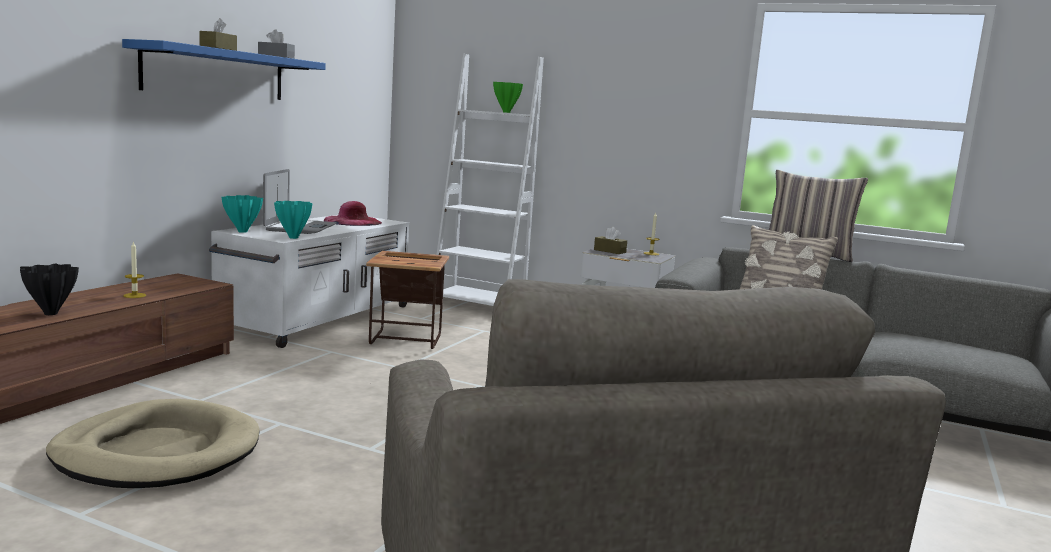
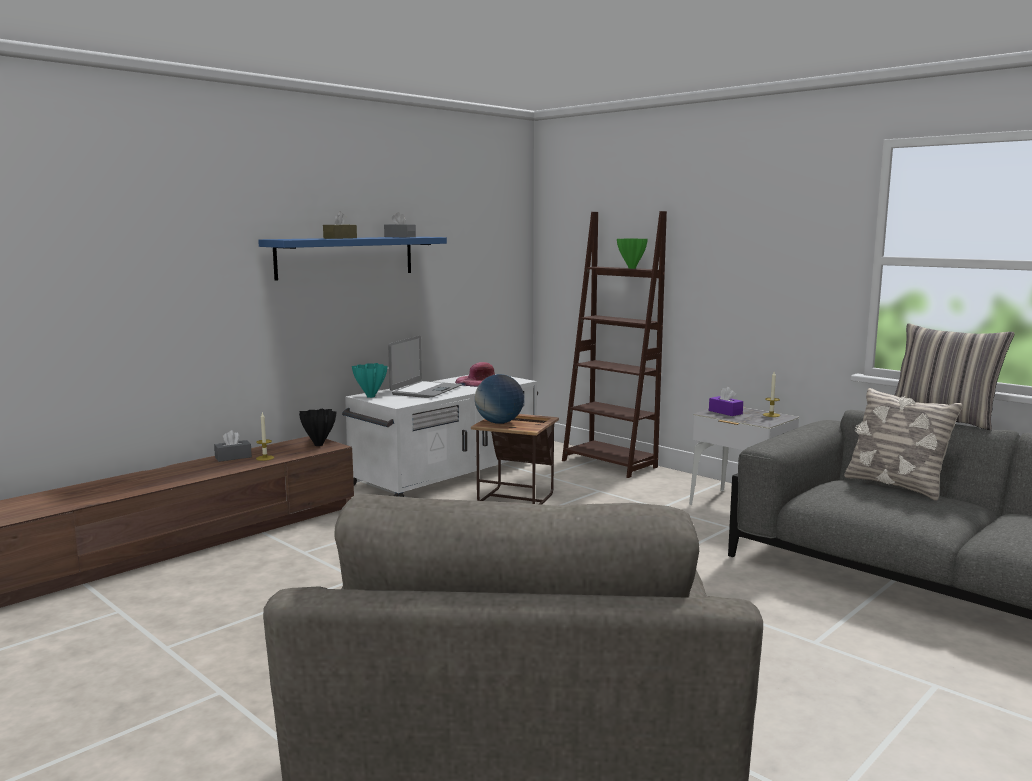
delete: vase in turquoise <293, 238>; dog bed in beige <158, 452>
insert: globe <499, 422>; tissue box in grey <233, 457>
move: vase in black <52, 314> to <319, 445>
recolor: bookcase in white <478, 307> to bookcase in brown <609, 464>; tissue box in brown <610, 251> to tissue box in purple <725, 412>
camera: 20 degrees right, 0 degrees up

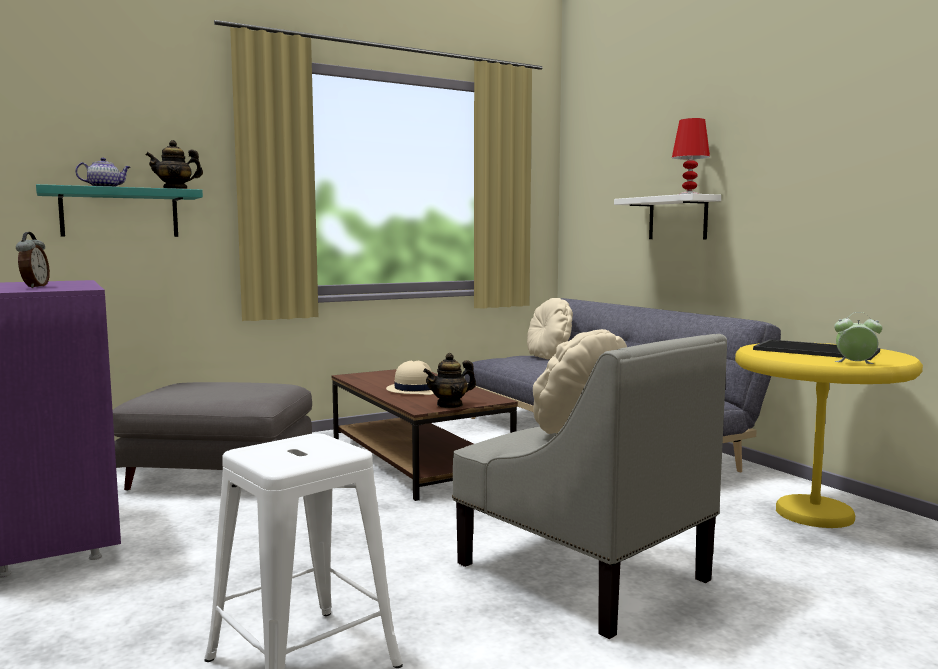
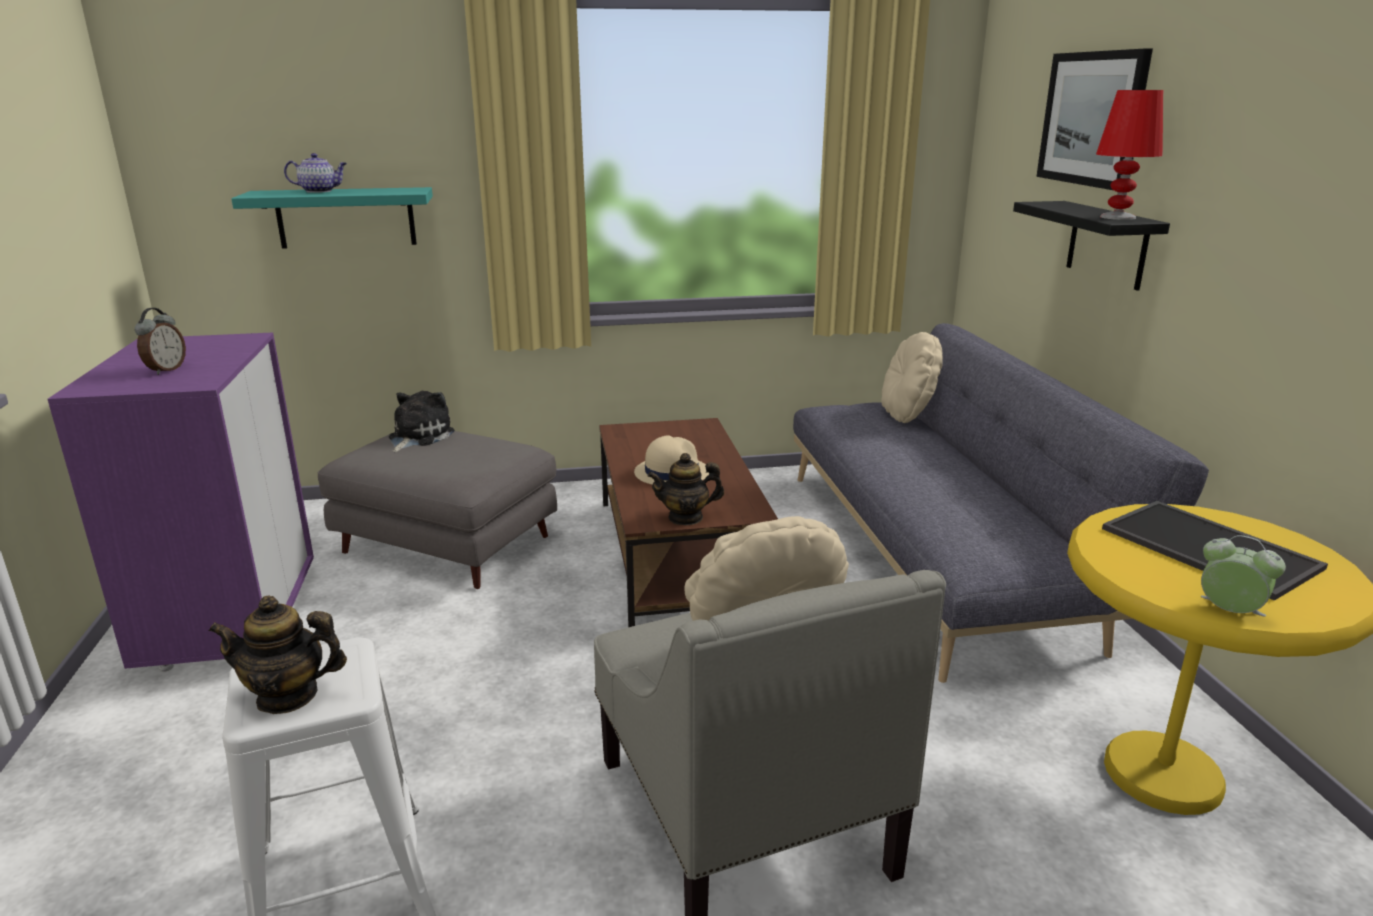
insert: picture <1092, 119>; plush toy <418, 437>
move: teapot <175, 189> to <288, 696>
recolor: shelf in white <677, 218> to shelf in black <1107, 244>
camera: 20 degrees right, 15 degrees up

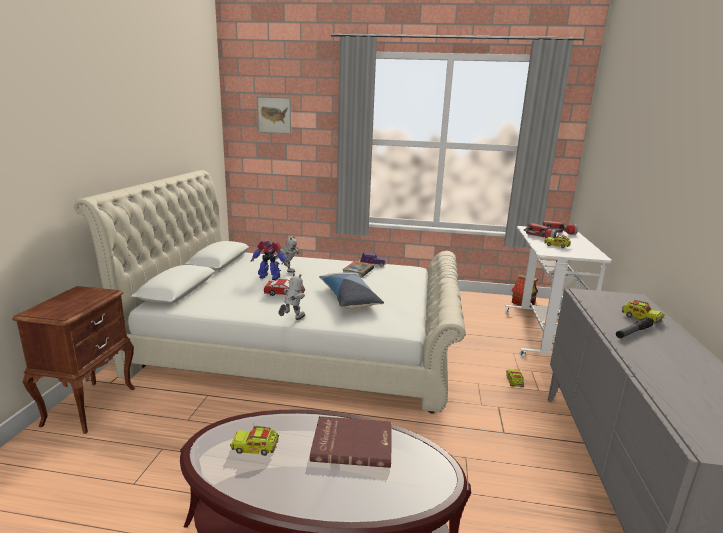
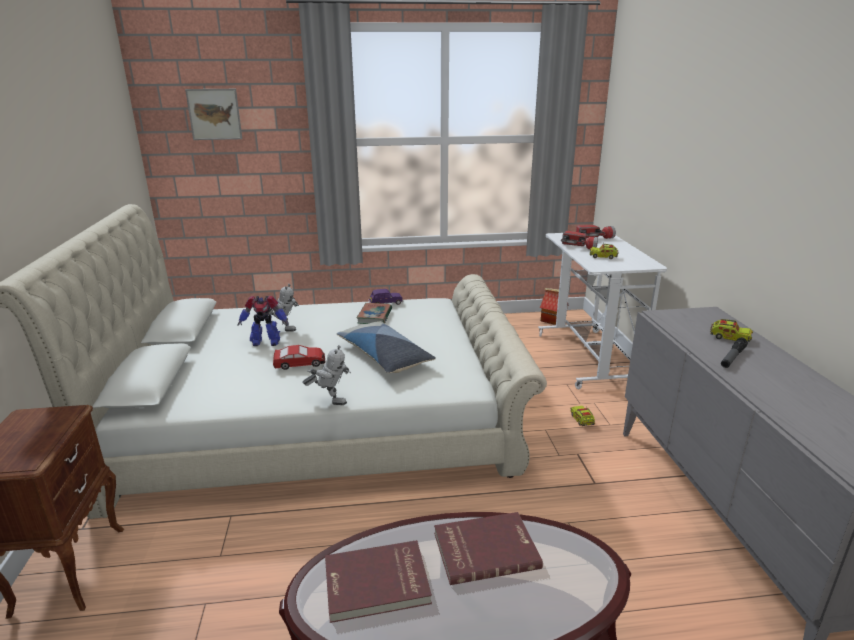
replace: toy truck <255, 447> to book in red <376, 584>
rotate: toy robot <292, 320> = <330, 400> 90 degrees clockwise
camera: 15 degrees left, 5 degrees up

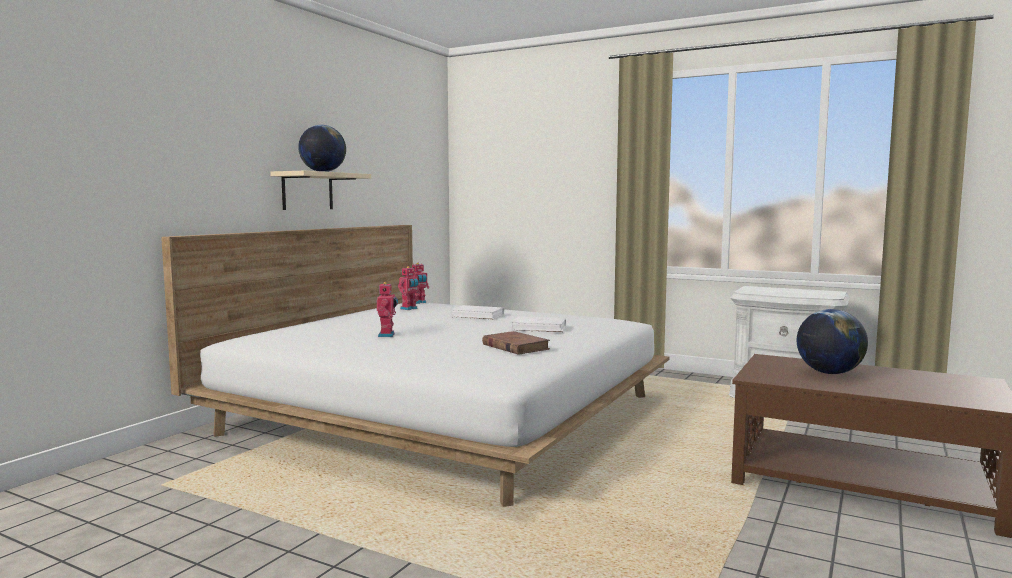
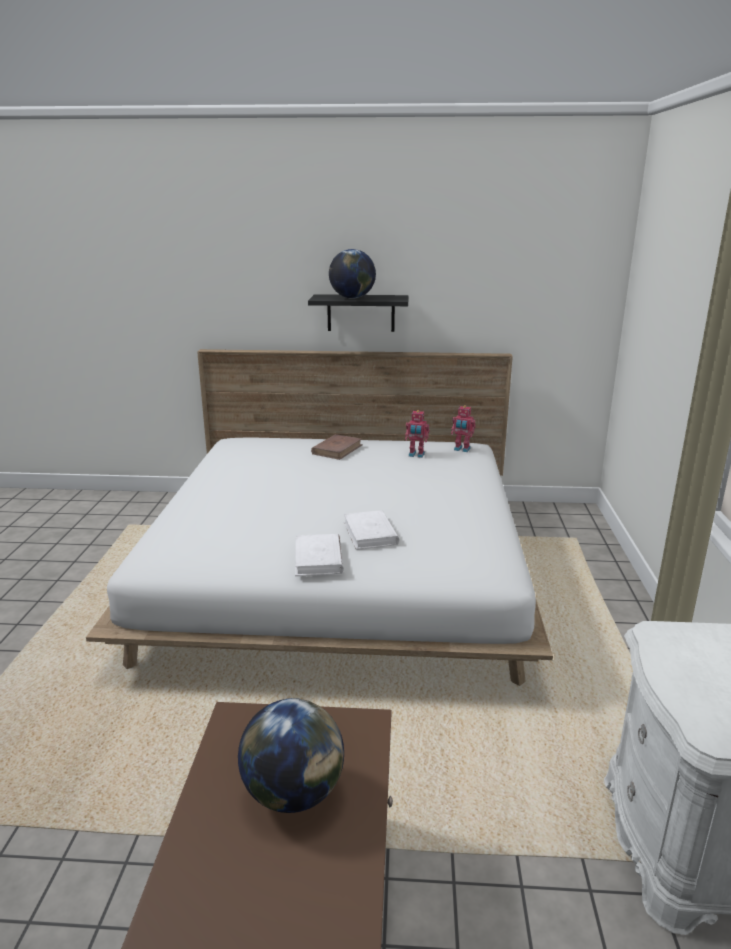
delete: toy robot <387, 335>
move: book in white <477, 315> to <318, 559>; book in brown <515, 347> to <337, 449>
recolor: shelf in beige <307, 191> to shelf in black <361, 313>
camera: 65 degrees right, 15 degrees up

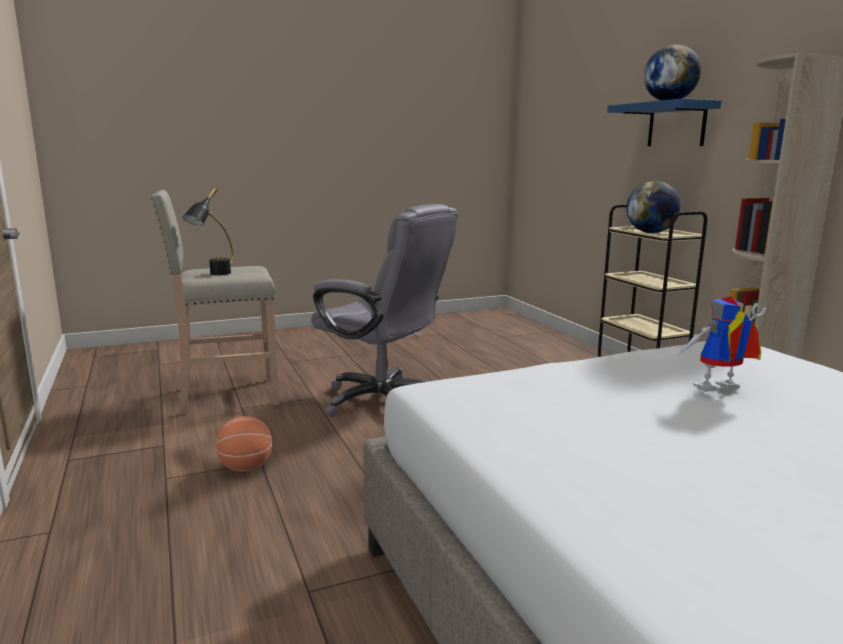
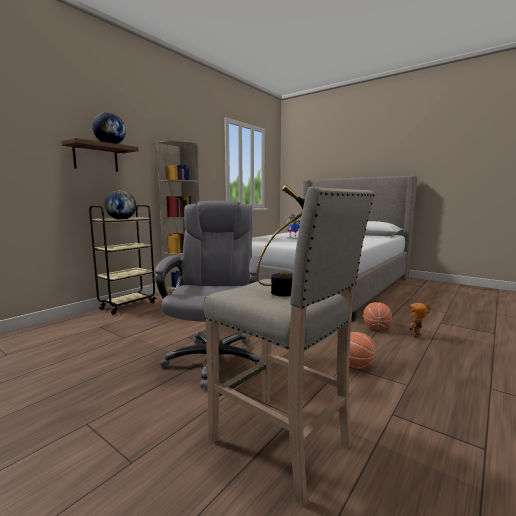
insert: basketball <376, 328>; toy robot <418, 336>
recolor: shelf in blue <676, 125> to shelf in brown <96, 157>
camera: 120 degrees left, 5 degrees down

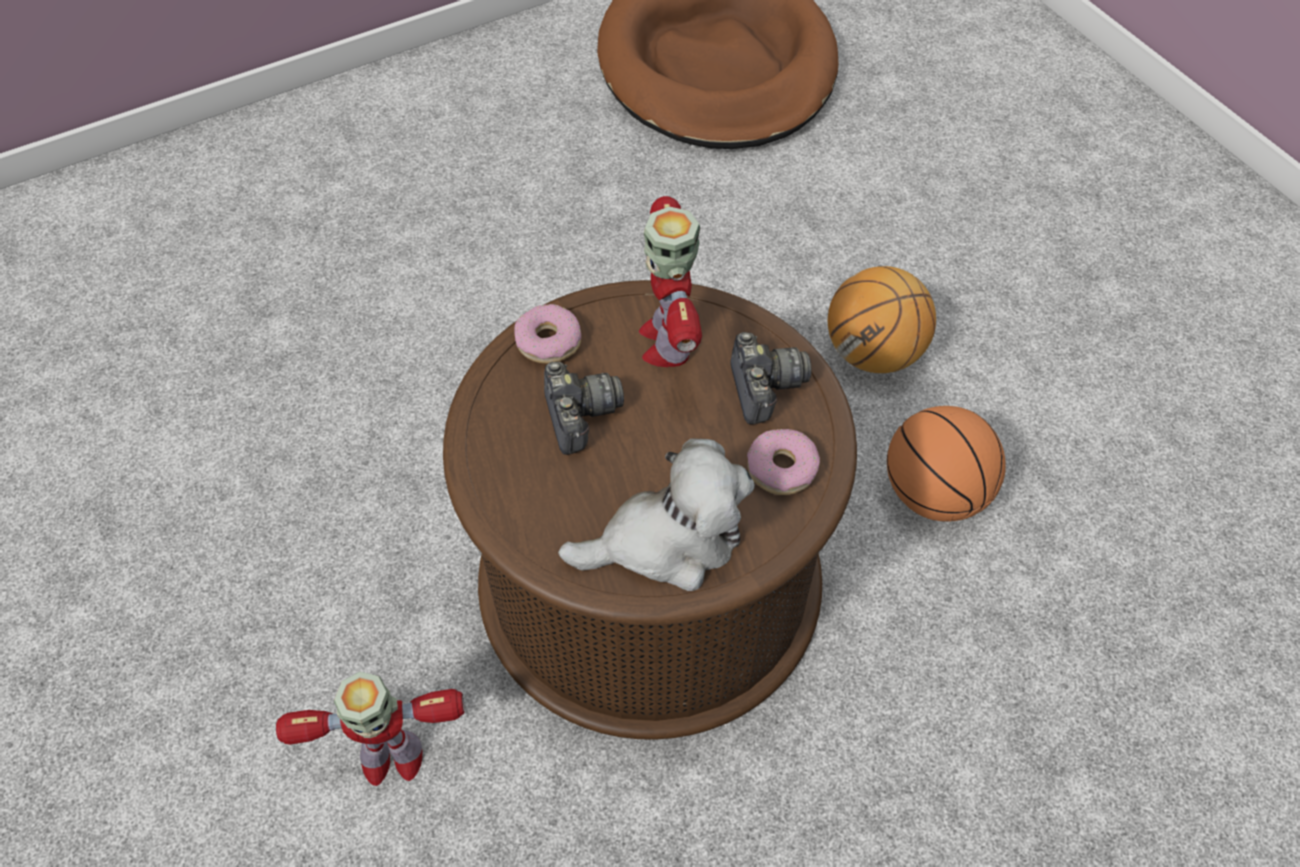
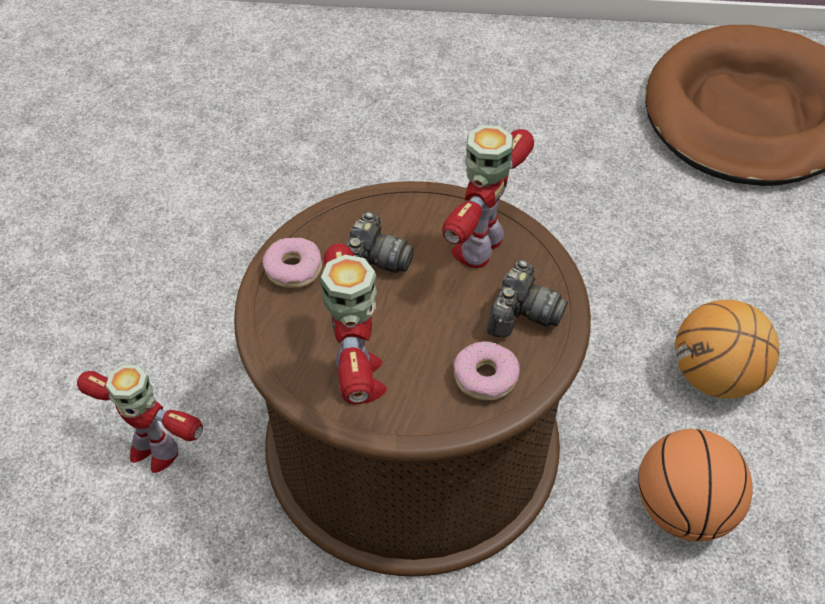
move: donut <548, 341> to <294, 269>
replace: plush toy <667, 541> to toy robot <358, 379>
camera: 35 degrees right, 5 degrees down

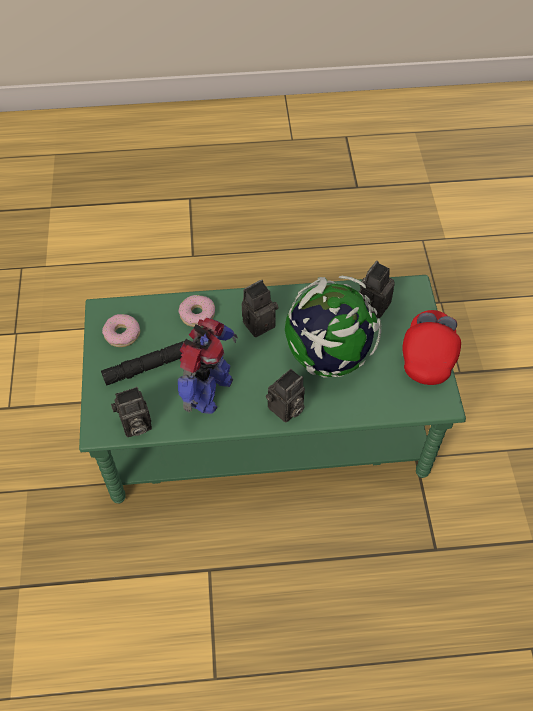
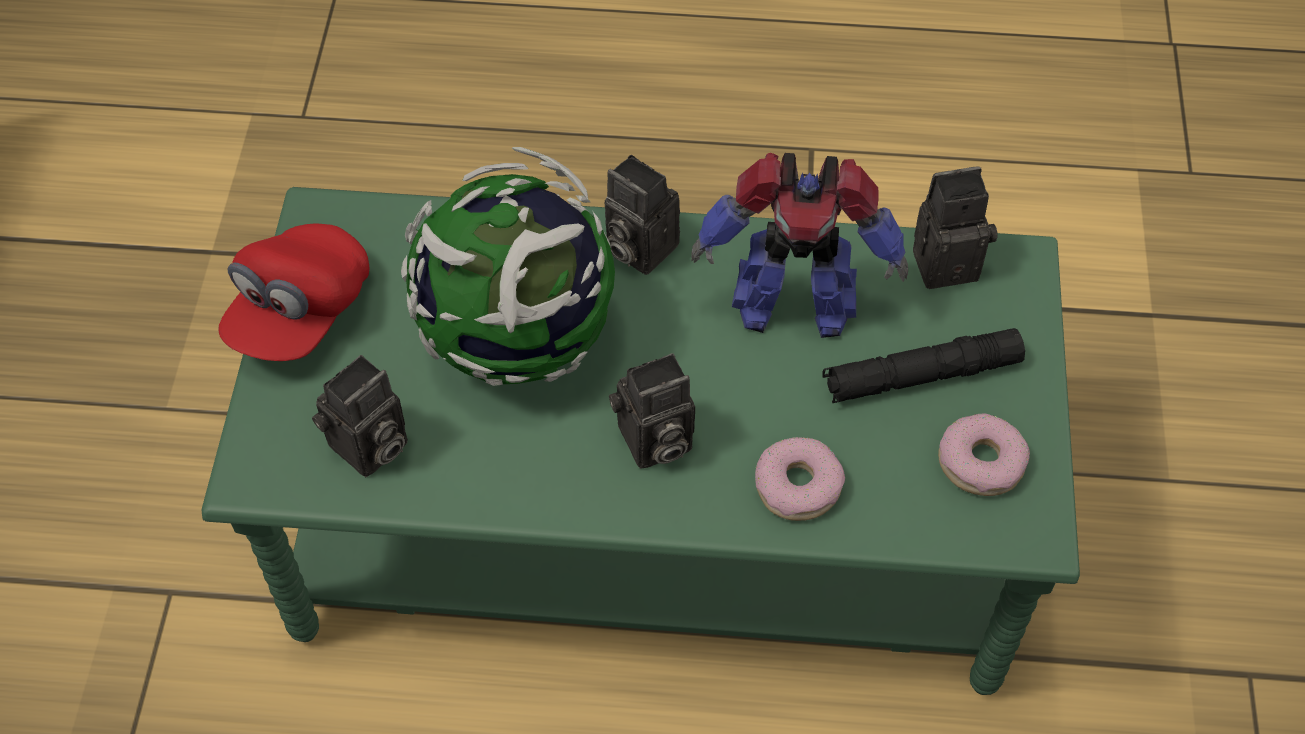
rotate: toy robot <208, 391> = <792, 305> 120 degrees counterclockwise; photo camera <285, 410> = <636, 247> 105 degrees counterclockwise
camera: 170 degrees left, 0 degrees up

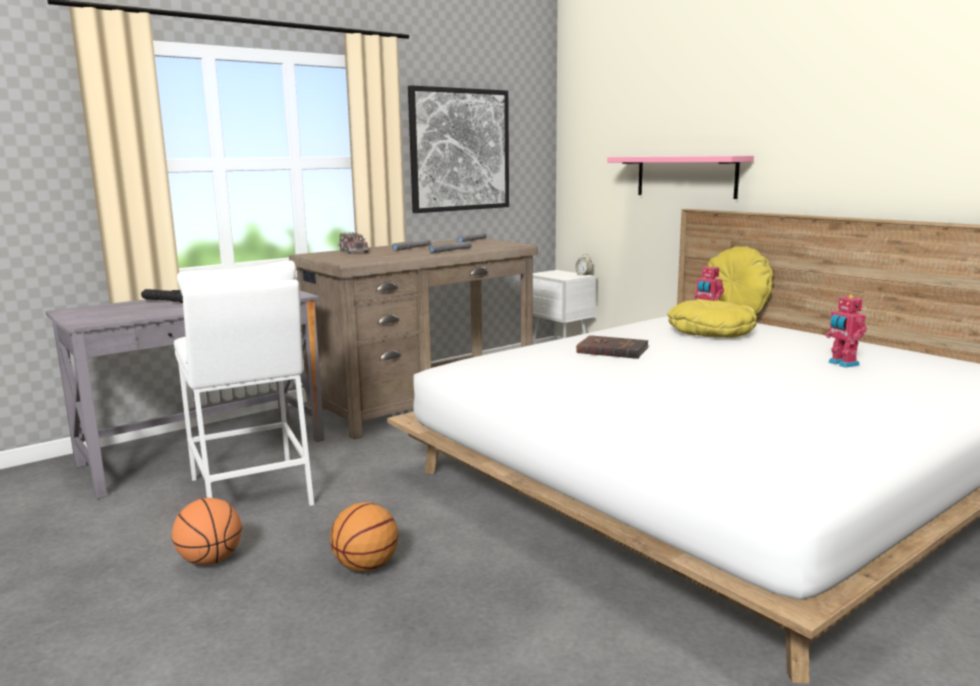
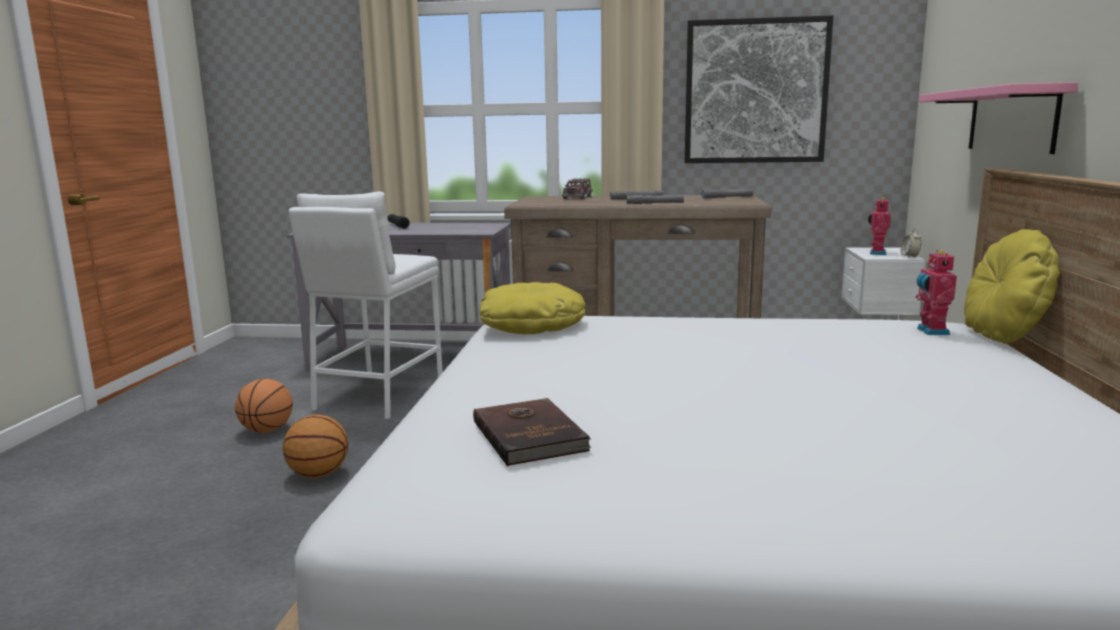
move: toy robot <842, 364> to <876, 253>; pillow in yellow <712, 332> to <533, 325>; book in brown <612, 350> to <531, 435>
camera: 45 degrees right, 0 degrees up

